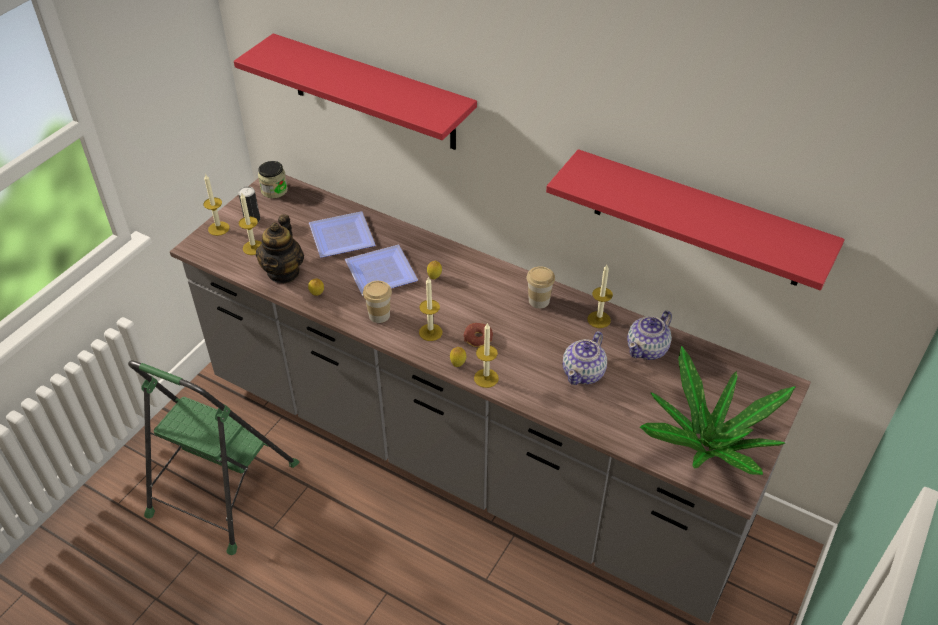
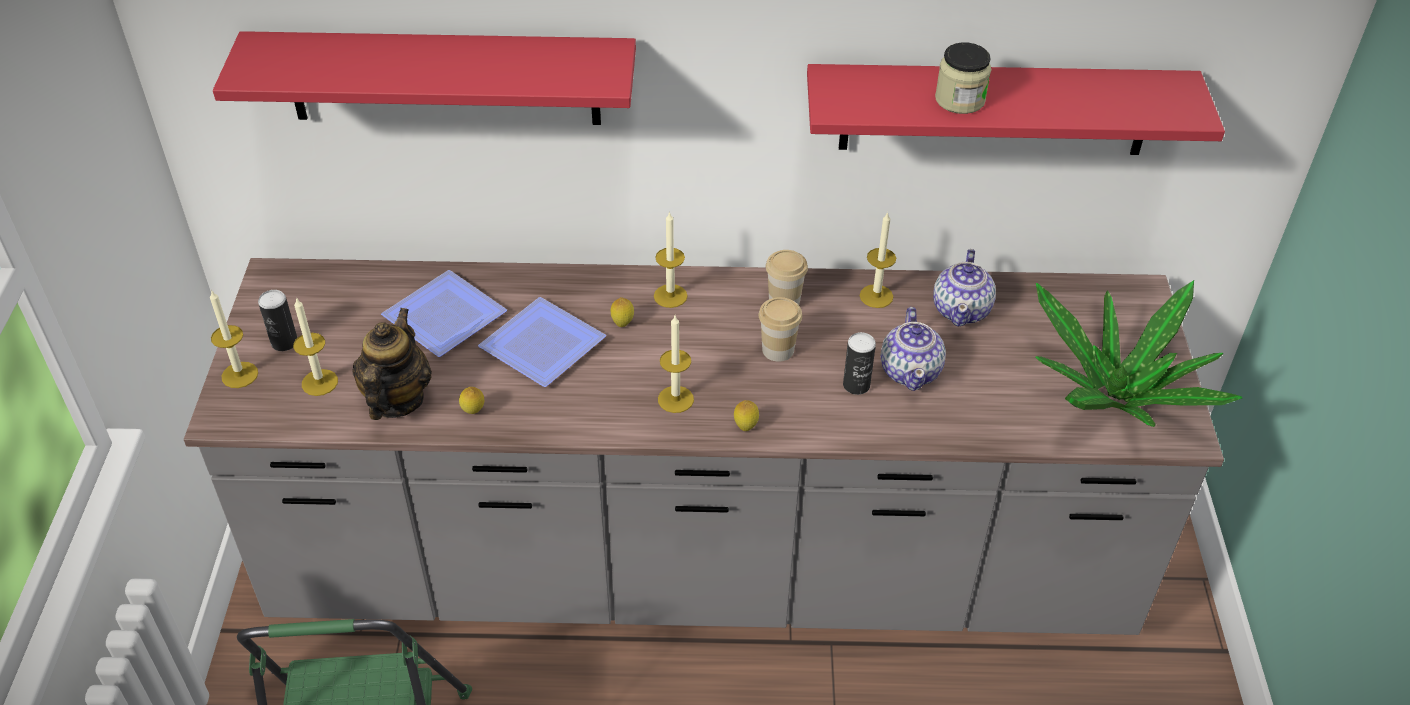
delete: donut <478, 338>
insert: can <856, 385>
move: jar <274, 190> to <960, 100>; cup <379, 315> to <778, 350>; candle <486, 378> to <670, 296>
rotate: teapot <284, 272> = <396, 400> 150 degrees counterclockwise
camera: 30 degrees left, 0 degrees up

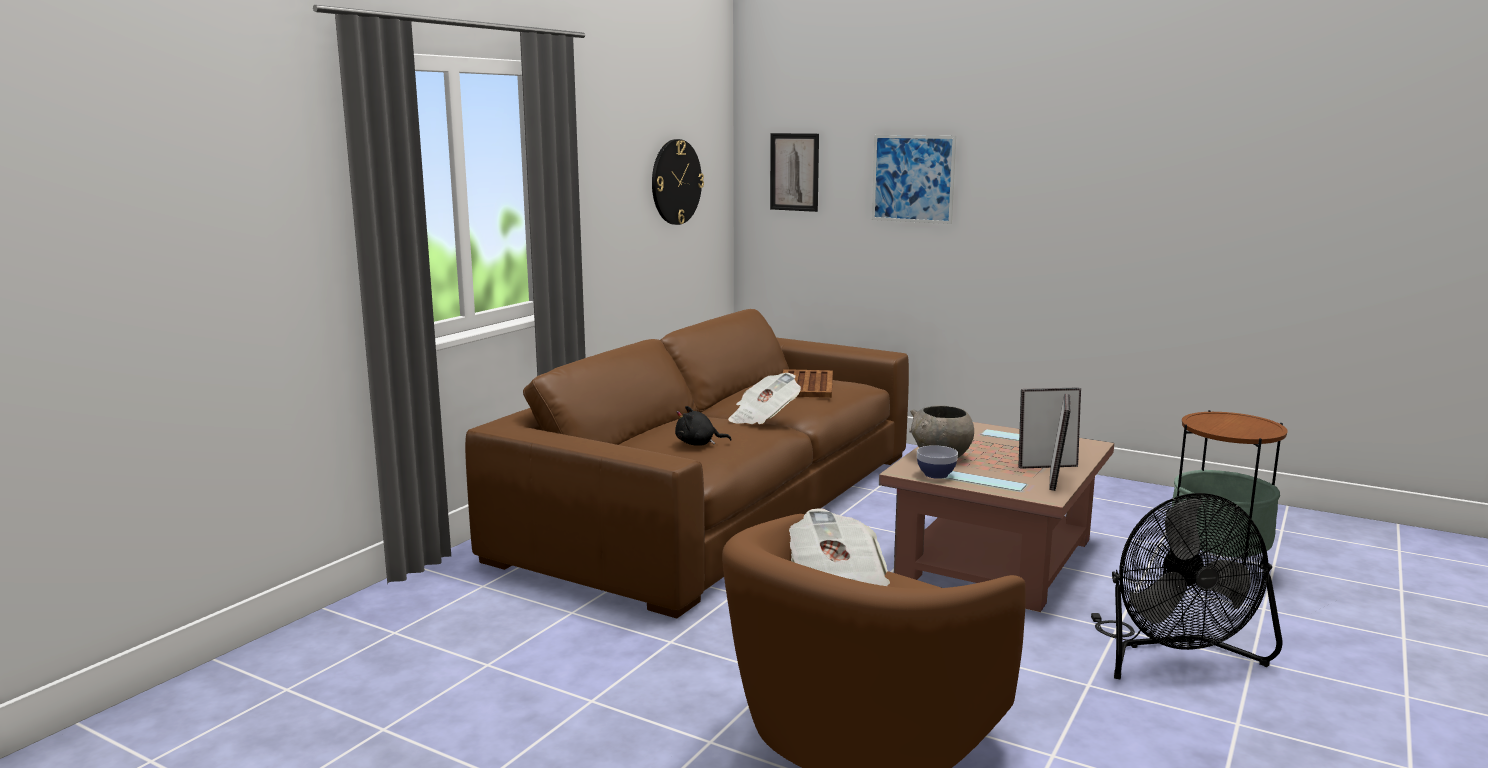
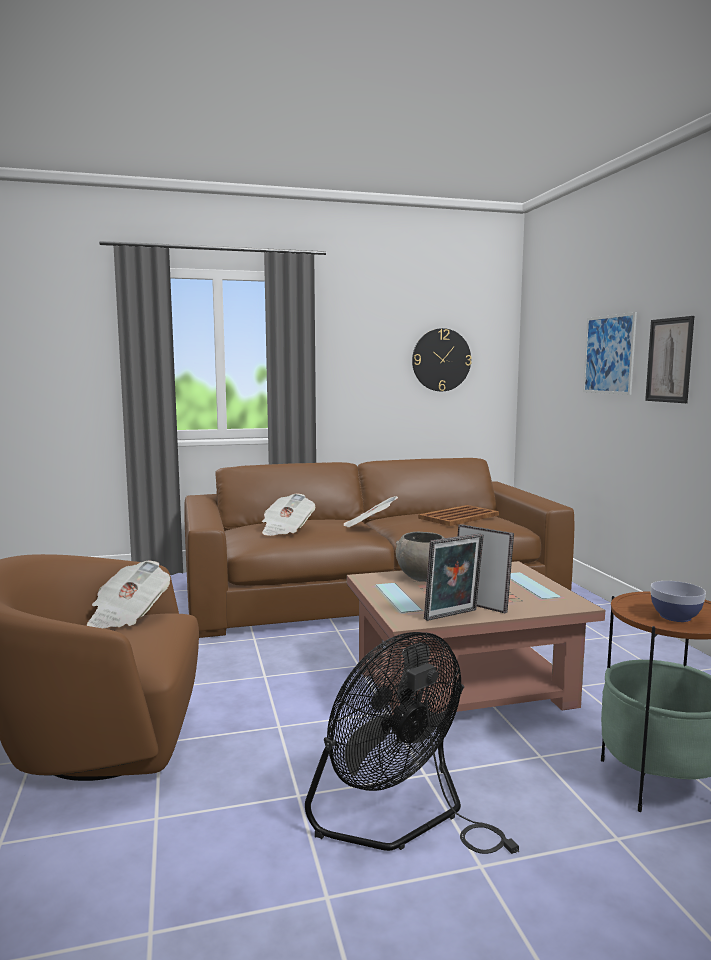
move: picture <794, 172> to <669, 360>; bowl <936, 474> to <675, 617>
replace: plush toy in black <698, 444> to newspaper <286, 530>
rotate: fan in black <1168, 655> = <413, 815> 105 degrees clockwise
camera: 45 degrees right, 5 degrees down

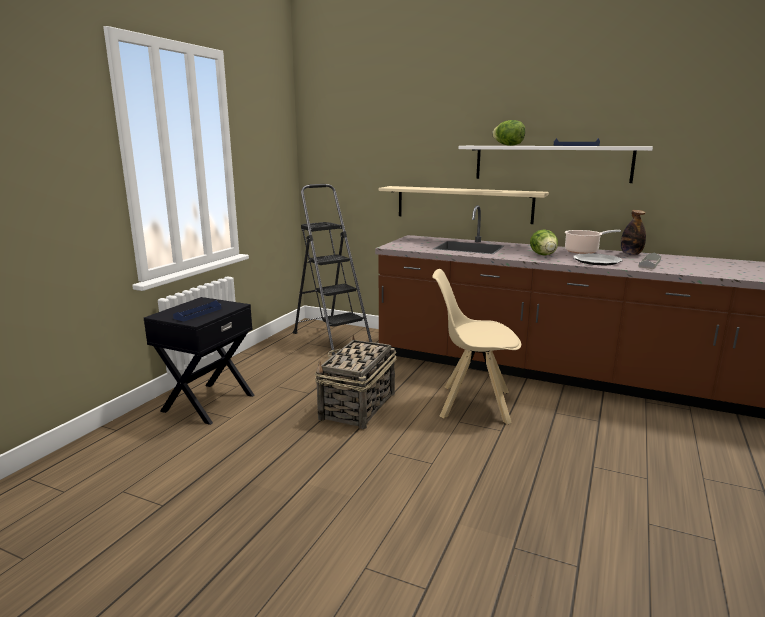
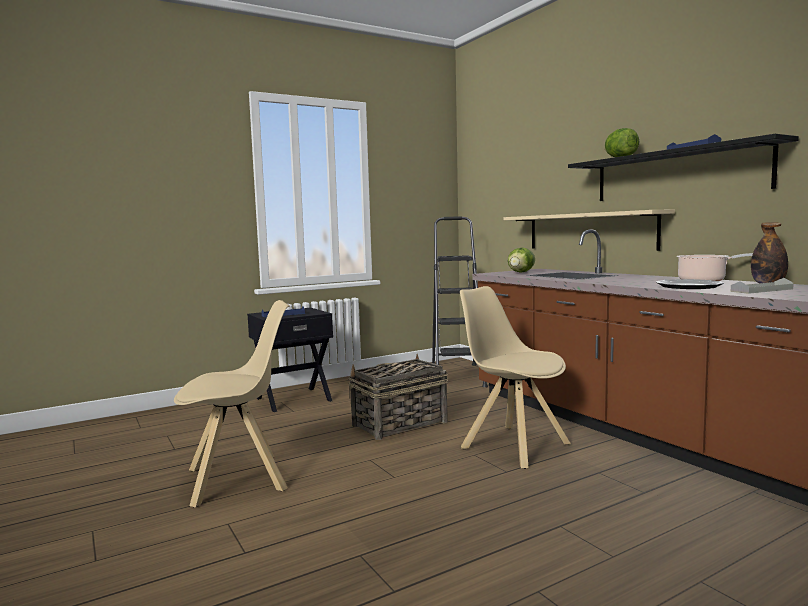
insert: chair in beige <240, 479>
move: lettuce <543, 255> to <520, 272>
recolor: shelf in white <551, 163> to shelf in black <676, 174>
camera: 35 degrees right, 10 degrees down

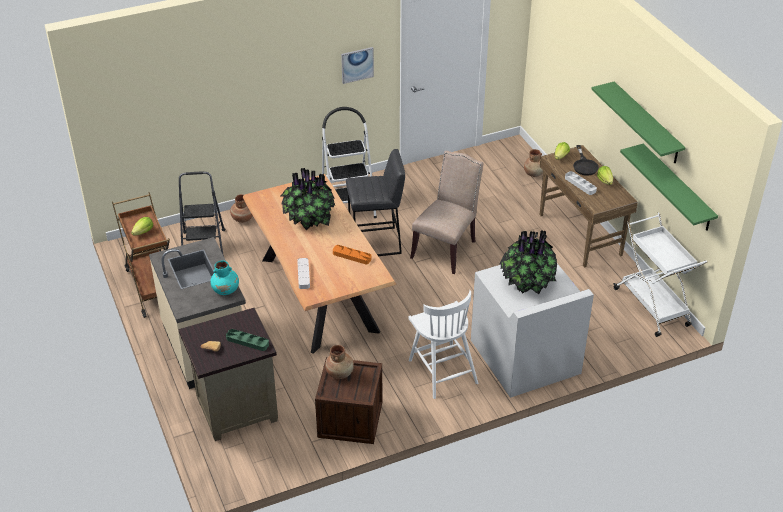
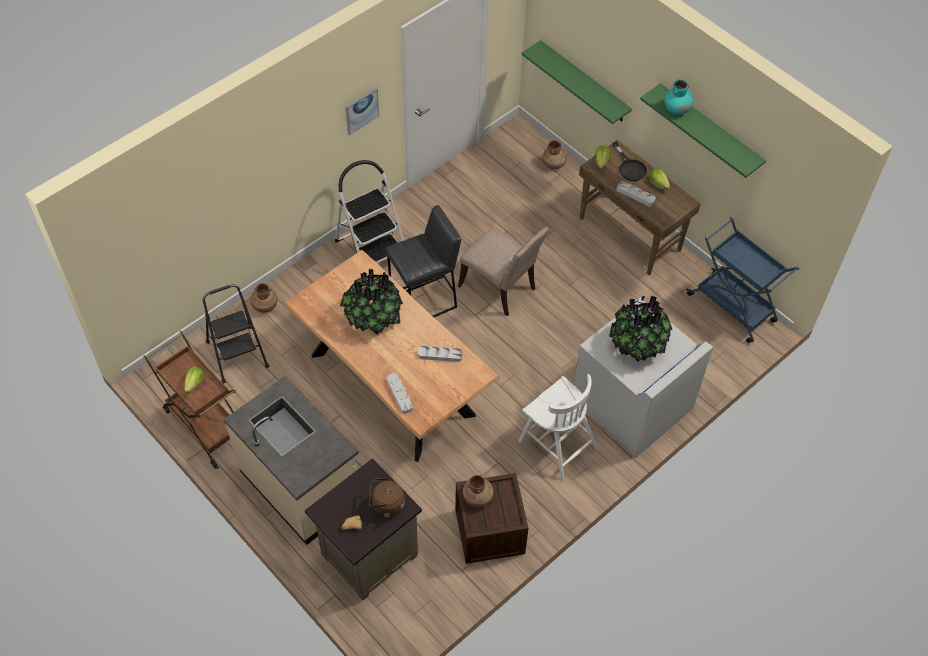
move: shelf in green <677, 188> to <584, 82>; vase in turquoise <226, 290> to <677, 109>
replace: tray in green <247, 341> to kettle in brown <386, 505>
recolor: cart in white <651, 308> to cart in blue <731, 308>; tray in orange <352, 256> to tray in grey <440, 355>
rotate: chair in beige <446, 248> = <500, 288> 120 degrees clockwise
camera: 20 degrees left, 15 degrees up

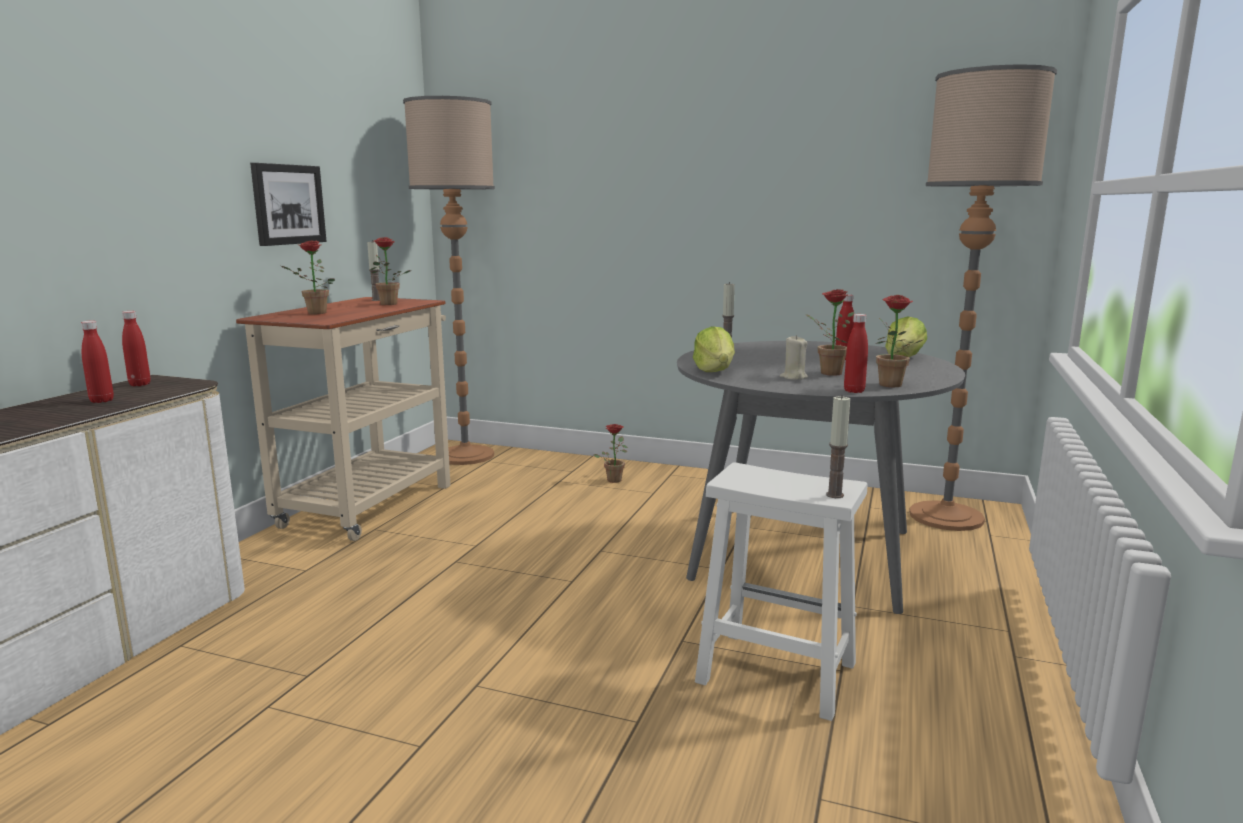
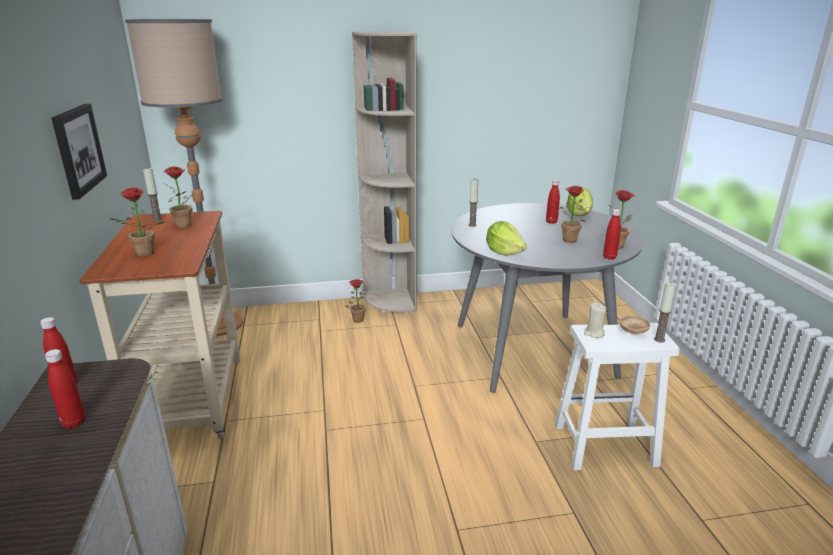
delete: floor lamp <946, 516>
insert: bookcase in beige <390, 306>; bowl in brown <633, 332>
move: candle in beige <793, 377> to <594, 333>
camera: 30 degrees left, 10 degrees up

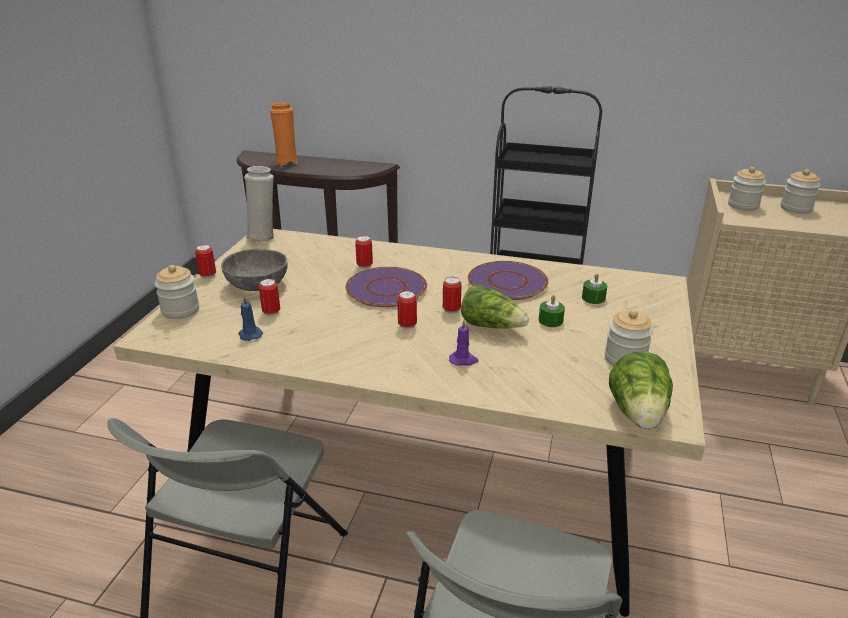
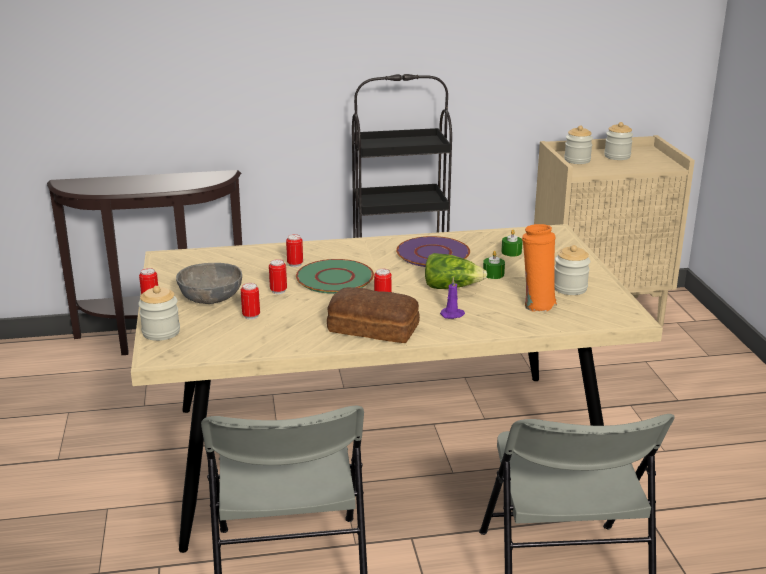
delete: vase in white <263, 236>; candle in blue <250, 334>; lettuce <638, 414>
insert: bread <374, 329>
move: vase in orange <286, 162> to <536, 305>; can <451, 310> to <278, 291>
recolor: plate in purple <386, 289> to plate in green <334, 278>
camera: 25 degrees left, 5 degrees down

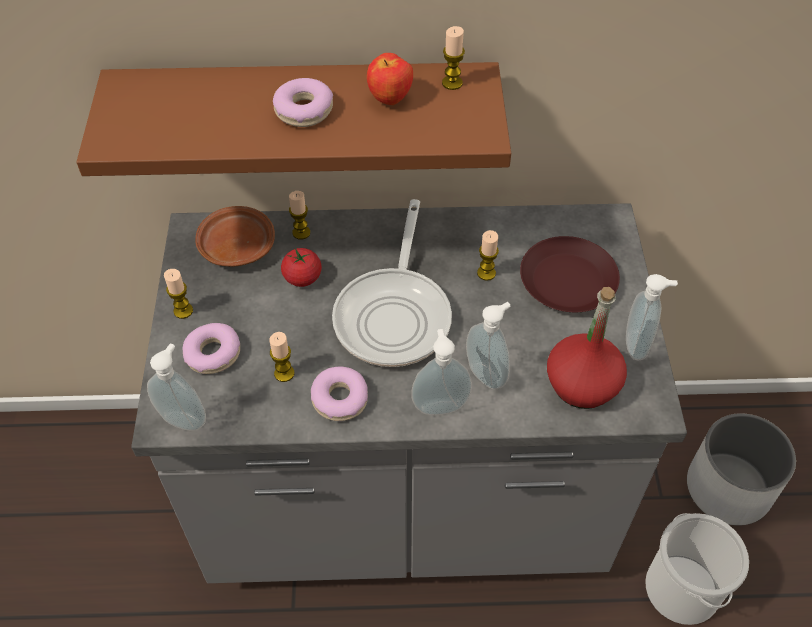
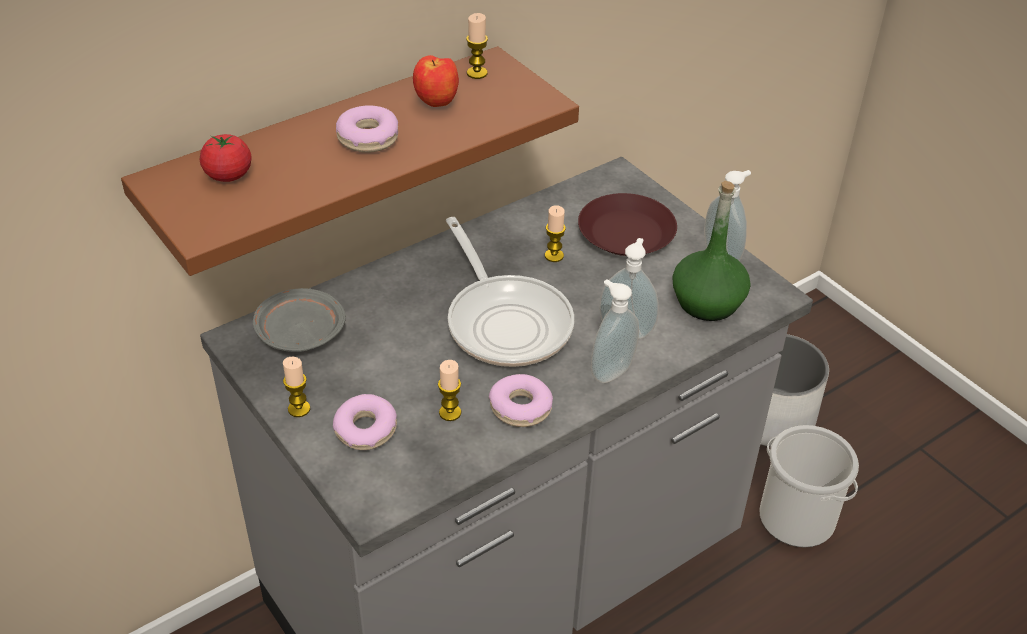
delete: candle <301, 232>; soap dispenser <184, 418>
move: tomato <302, 278> to <228, 175>
recolor: plate in brown <236, 246> to plate in grey <299, 332>; bottle in red <582, 384> to bottle in green <707, 302>
camera: 35 degrees left, 10 degrees down

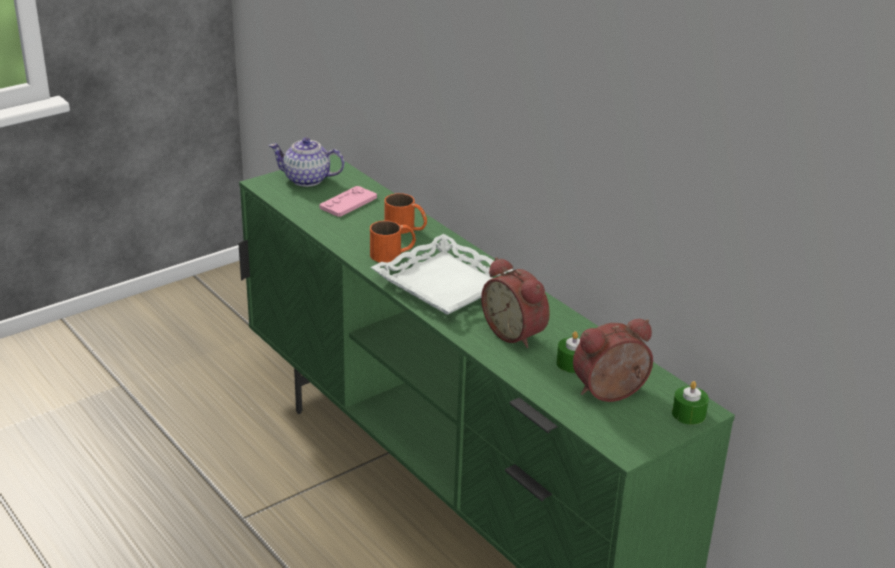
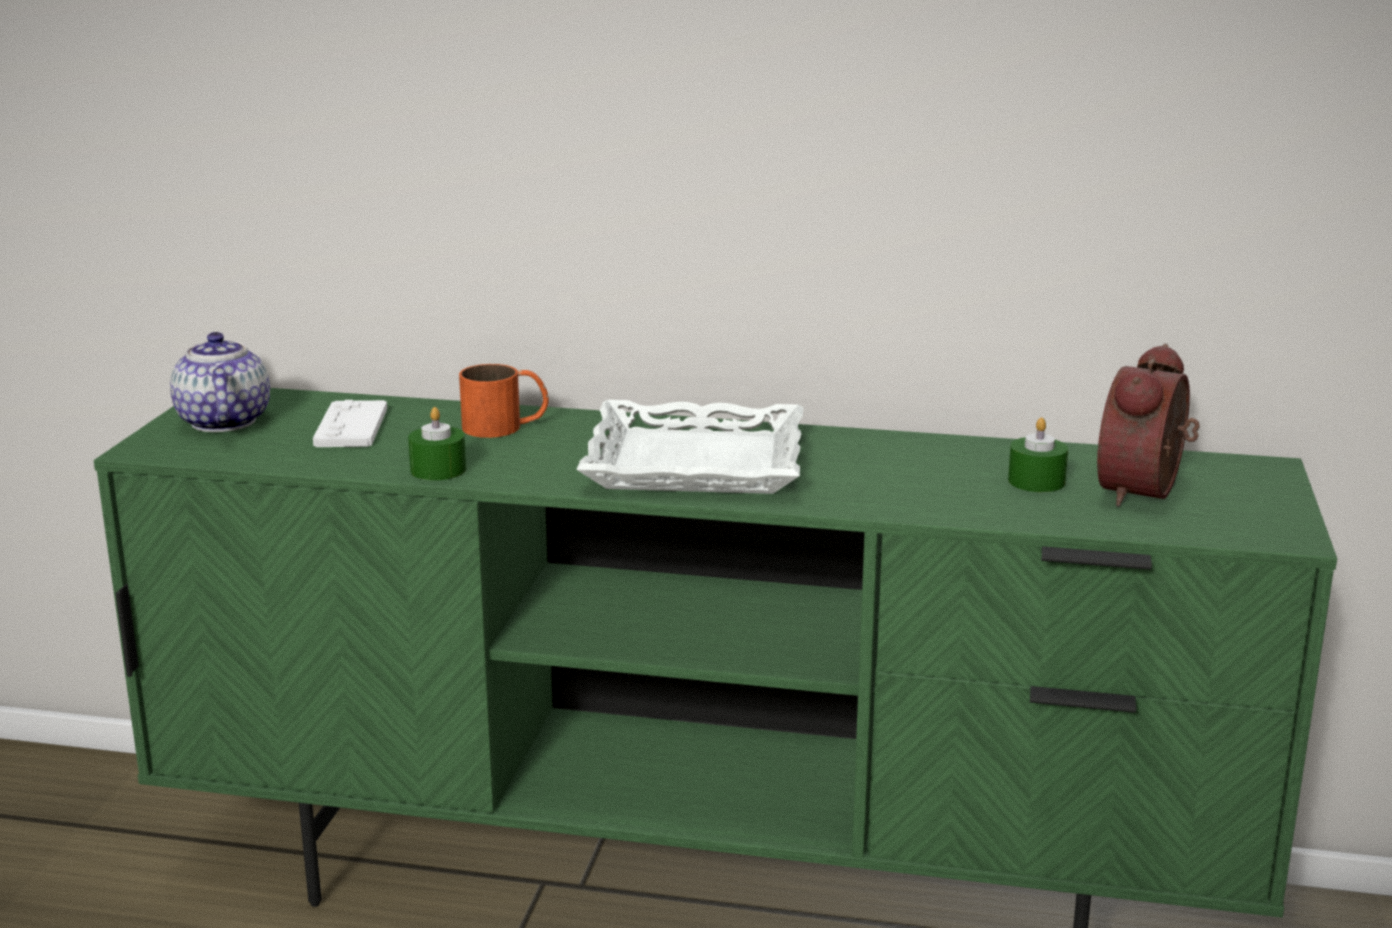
delete: mug in orange <393, 253>; alarm clock <516, 332>
move: candle in green <688, 414> to <438, 470>
recolor: game controller in pink <348, 202> to game controller in white <351, 427>
rotate: teapot <307, 180> = <222, 422> 105 degrees clockwise
camera: 40 degrees left, 10 degrees down

